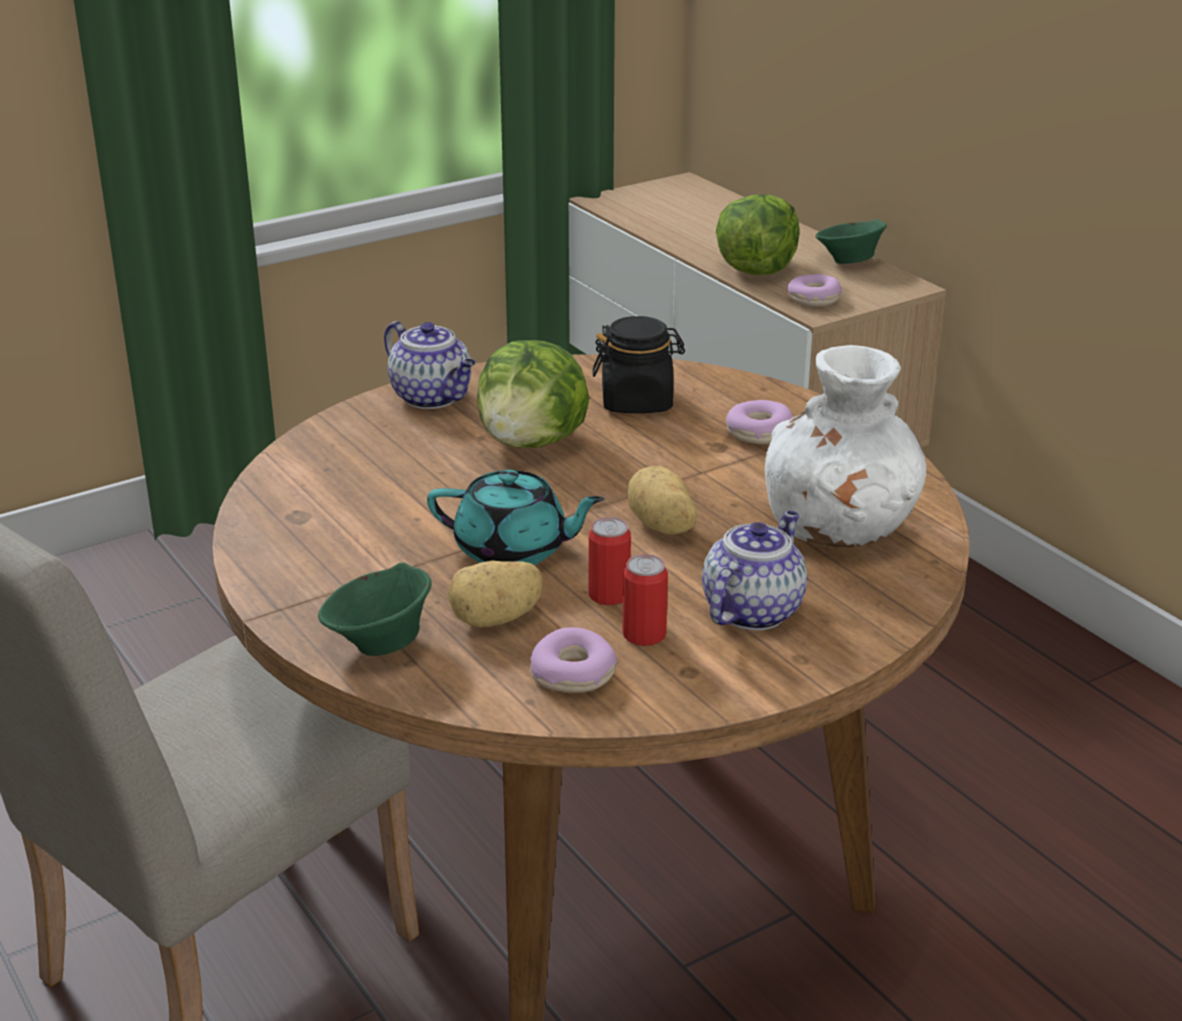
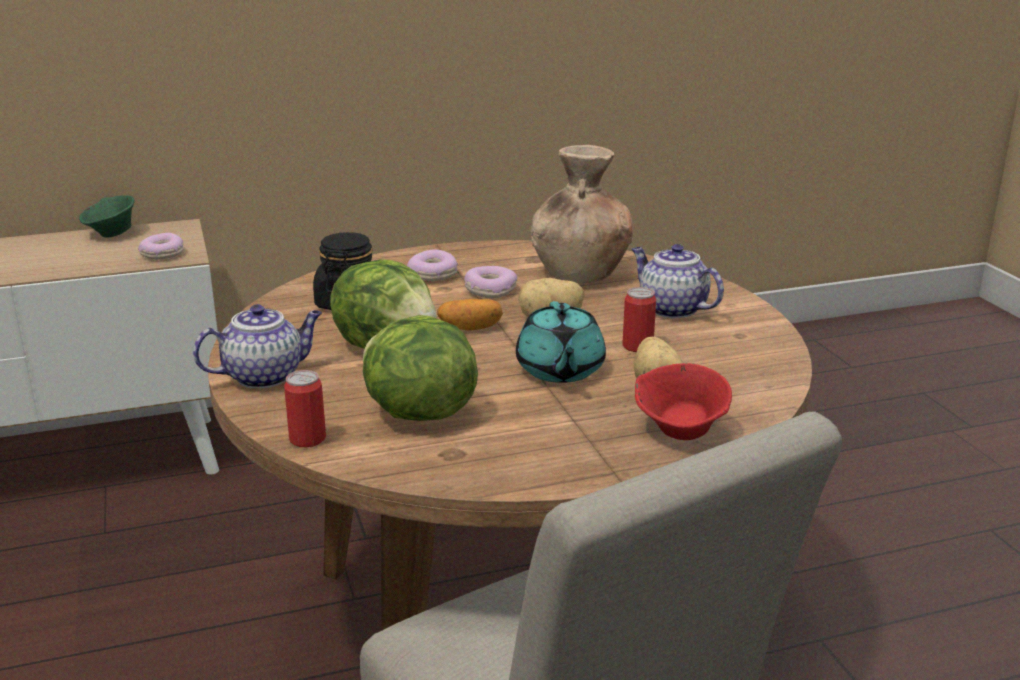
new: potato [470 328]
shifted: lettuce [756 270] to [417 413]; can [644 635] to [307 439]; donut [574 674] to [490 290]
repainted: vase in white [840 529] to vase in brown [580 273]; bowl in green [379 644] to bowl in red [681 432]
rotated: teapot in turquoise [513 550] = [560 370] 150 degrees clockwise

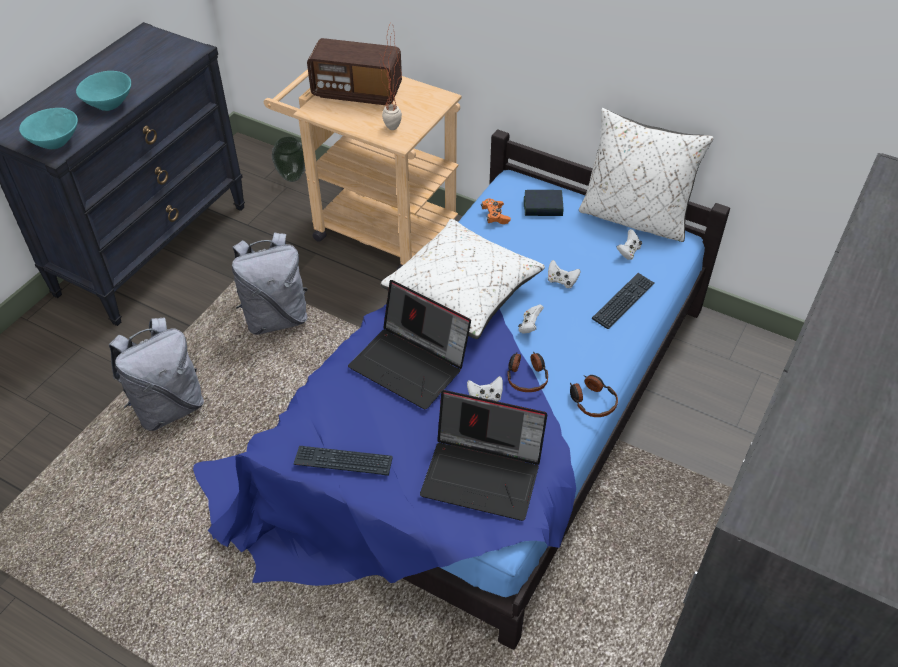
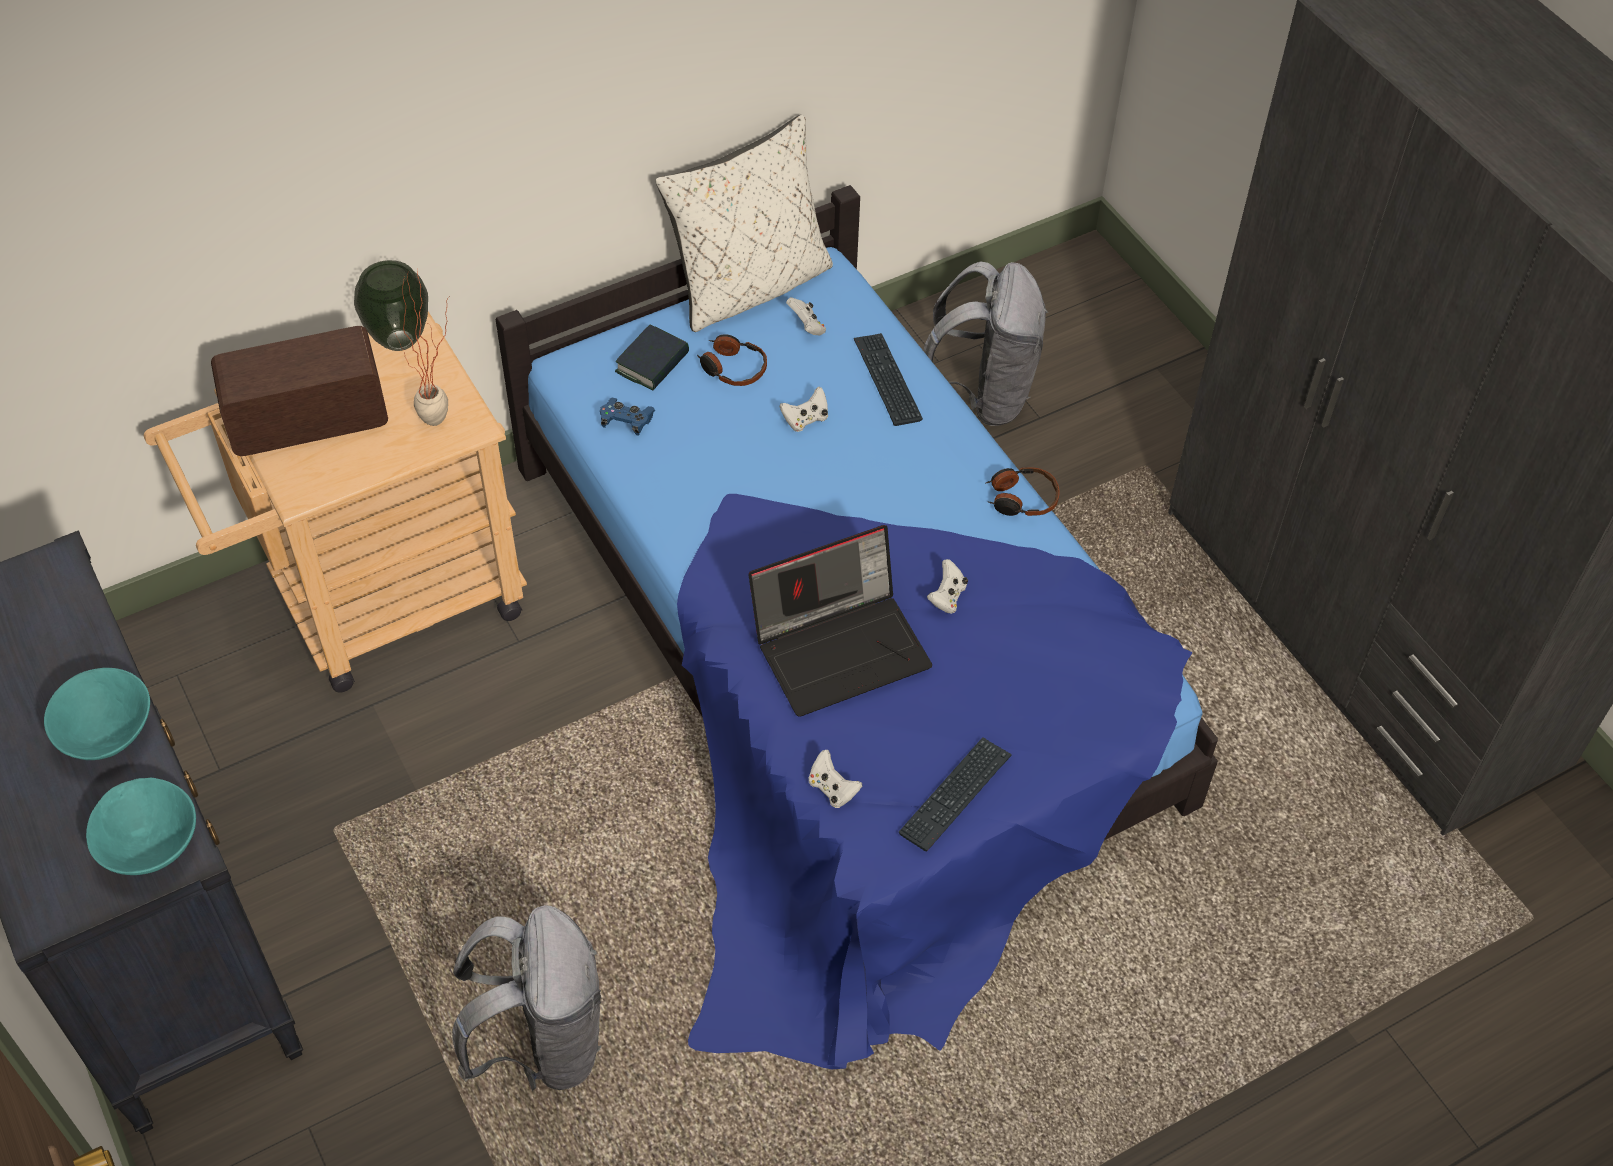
gone: pillow in white [463 293]; laptop [484 474]
shifted: vase [292 177] to [398 340]; backpack in grey [276 317] to [982 394]; game controller in white [529 326] to [832 789]; headphones [526 376] to [732 368]
repainted: game controller in orange [495 216] to game controller in blue [626 422]
rotated: radio [357 92] = [308 421] 150 degrees counterclockwise

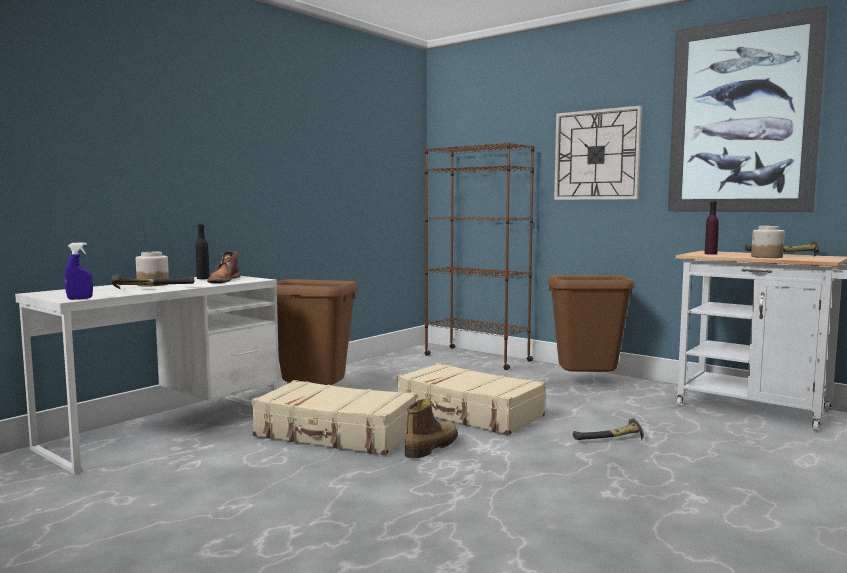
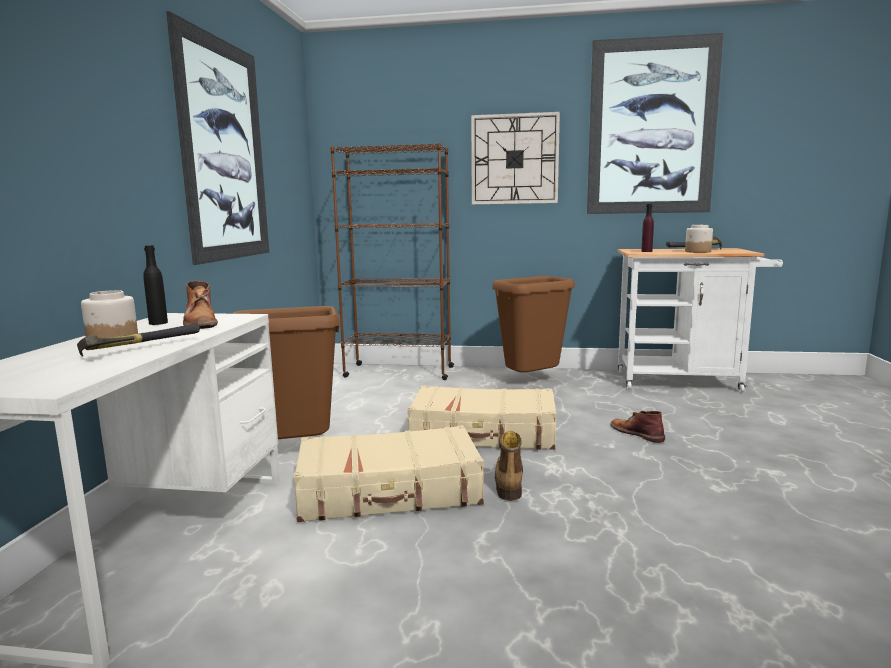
gone: spray bottle in blue [79 298]
new: picture [224 151]
swapped: hammer [612 440] to boot in brown [636 433]

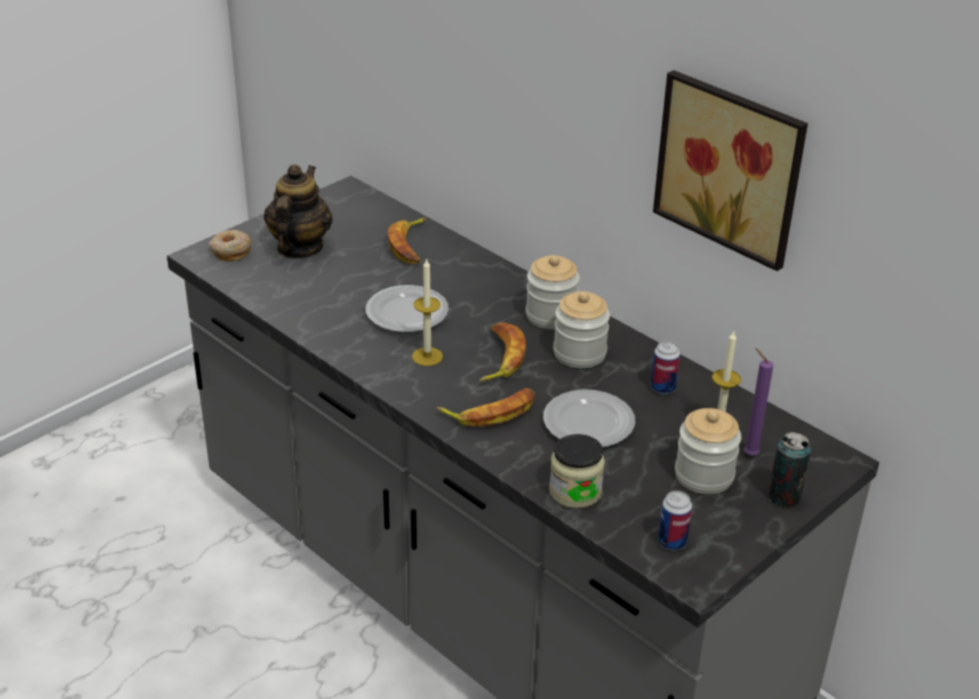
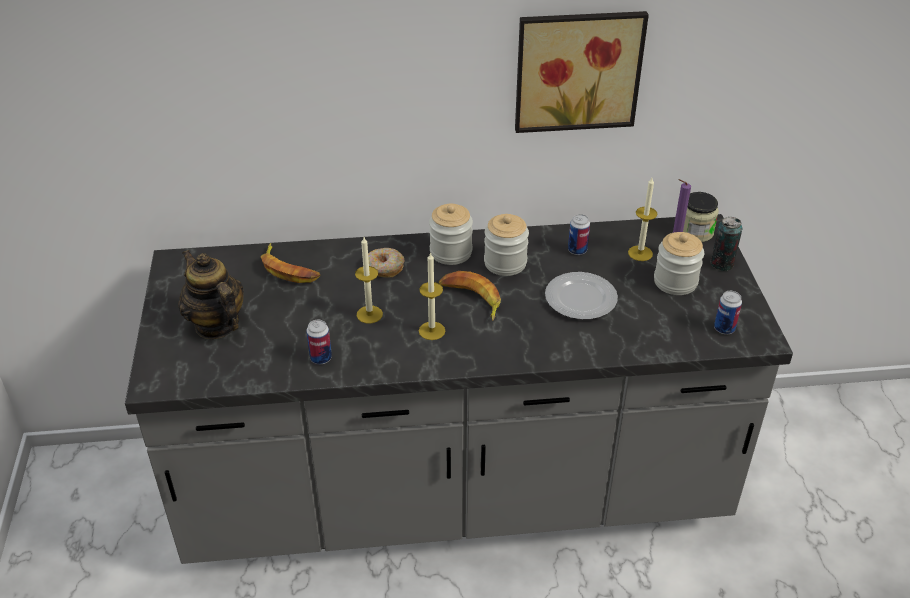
gone: banana [491 412]
new: can [321 358]
shifted: donut [230 252] to [384 268]; jar [575 491] to [695 232]
swapped: plate [406 313] to candle [369 314]

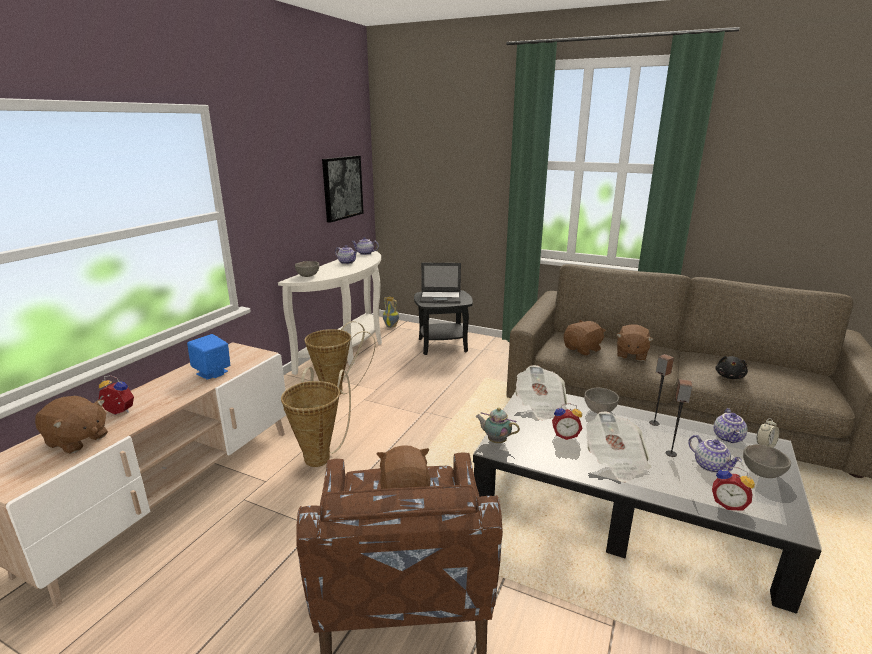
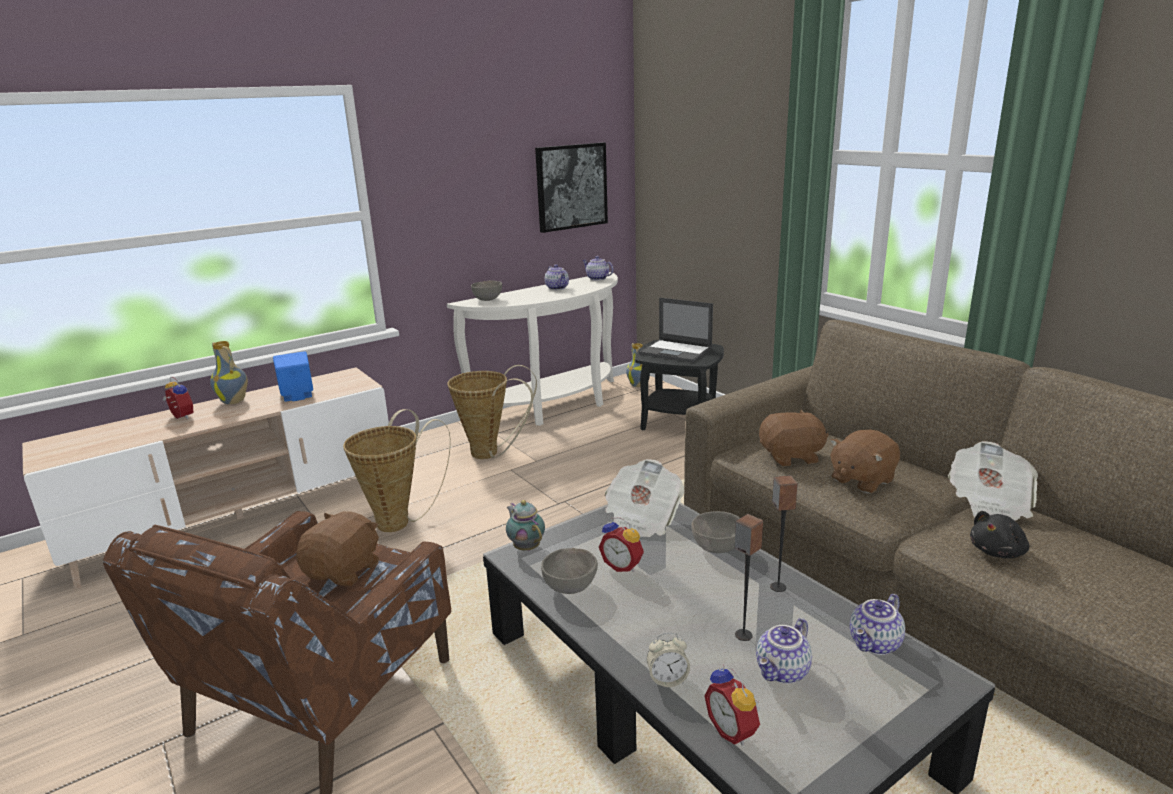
gone: plush toy in brown [77 440]
new: vase [234 401]
shifted: newspaper [615 461] to [989 503]; alarm clock [765 445] to [667 680]; bowl in grey [762 473] to [571 587]
rotated: teapot [711 466] = [783 672] 45 degrees clockwise

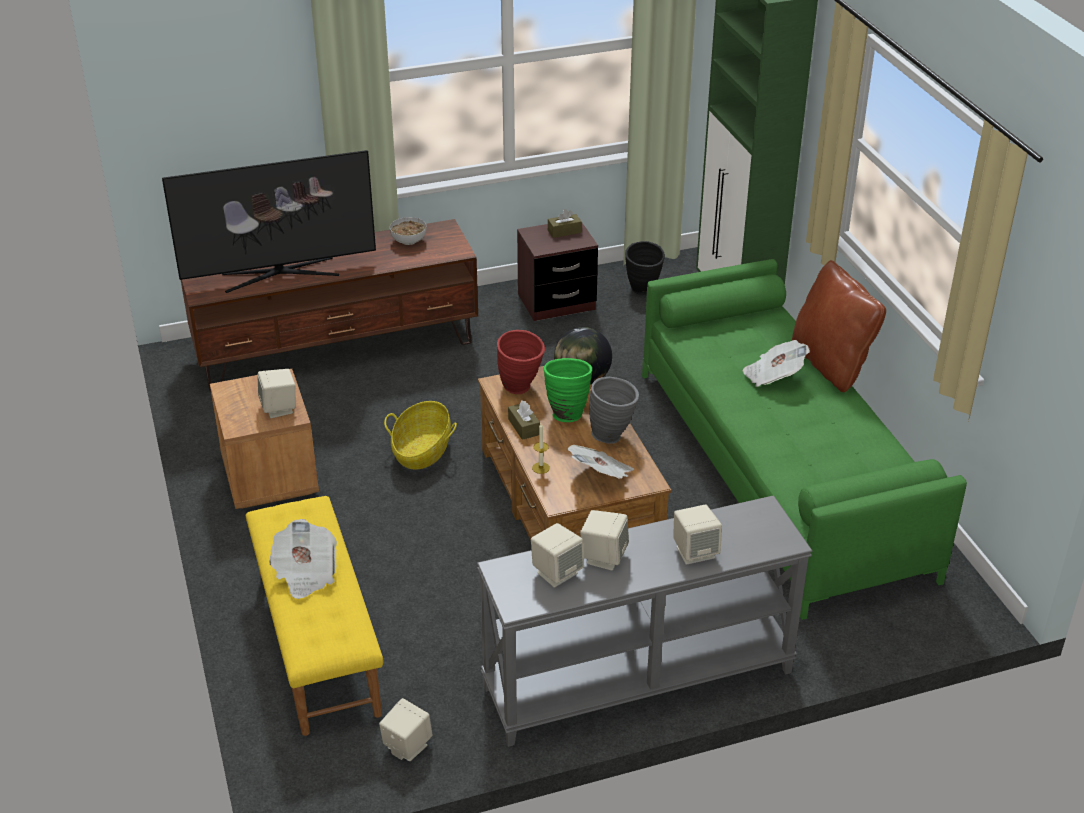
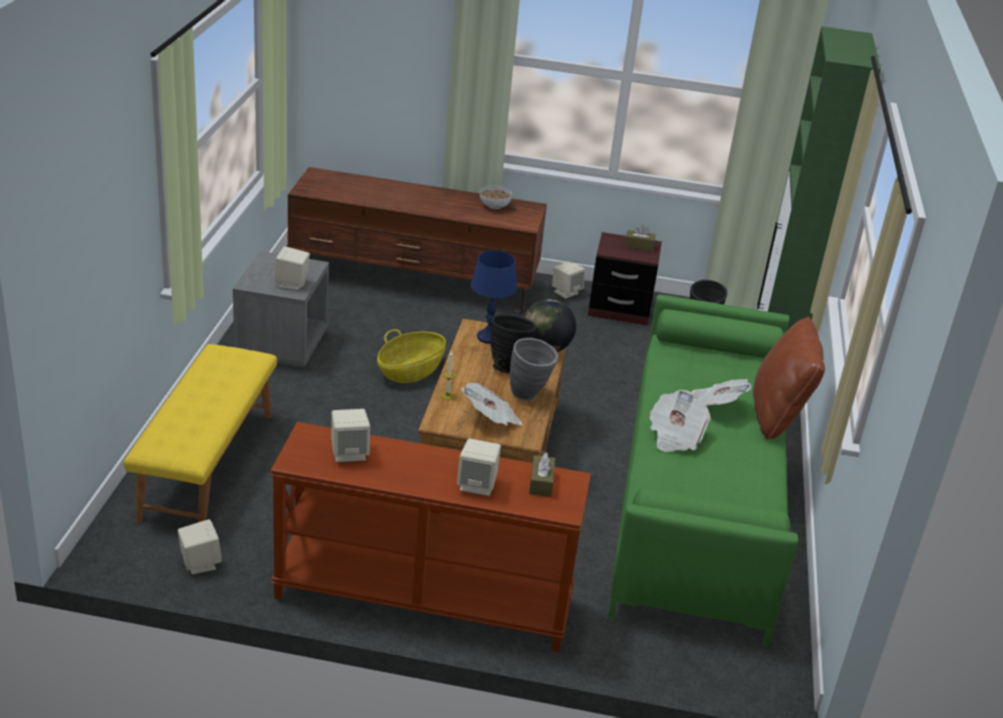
gone: television [279 274]
shifted: tissue box in brown [524 427] to [541 483]; speaker in beige [603 557] to [566 292]; newspaper [305 573] to [675 436]
swapped: vase in red [521 389] to table lamp in blue [489 337]
repainted: vase in green [566 412] to vase in black [508 366]; nightstand in brown [269 476] to nightstand in grey [282 344]; console table in grey [638 681] to console table in brown [422 600]

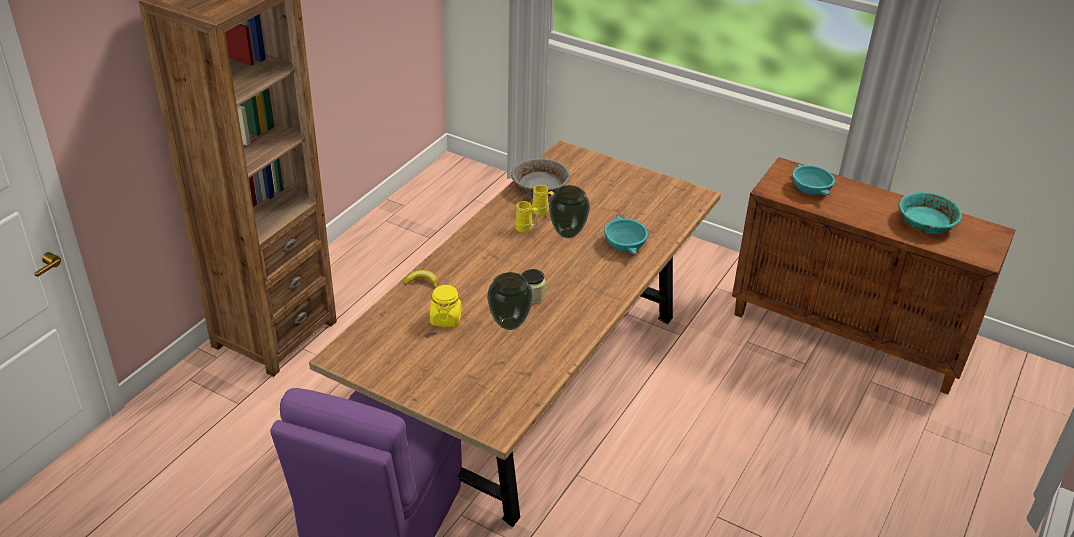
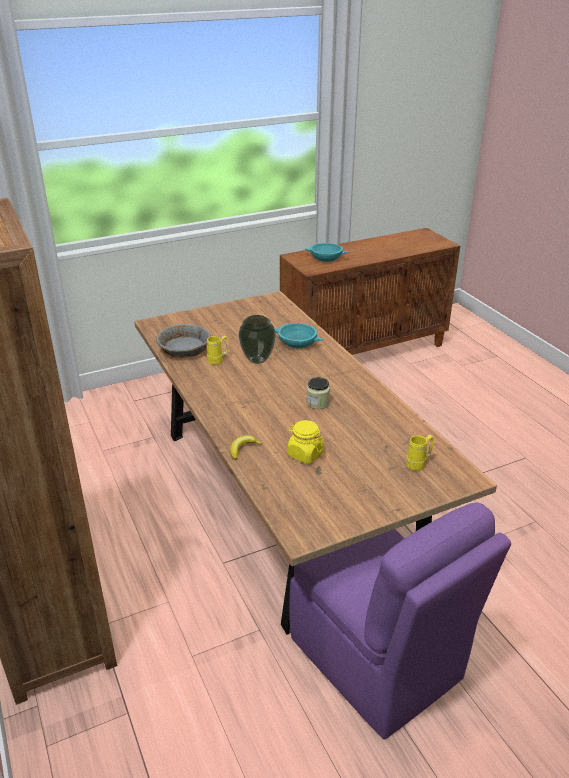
gone: bowl in turquoise [925 222]; vase [510 324]
shifted: mug in yellow [526 229] to [419 464]

